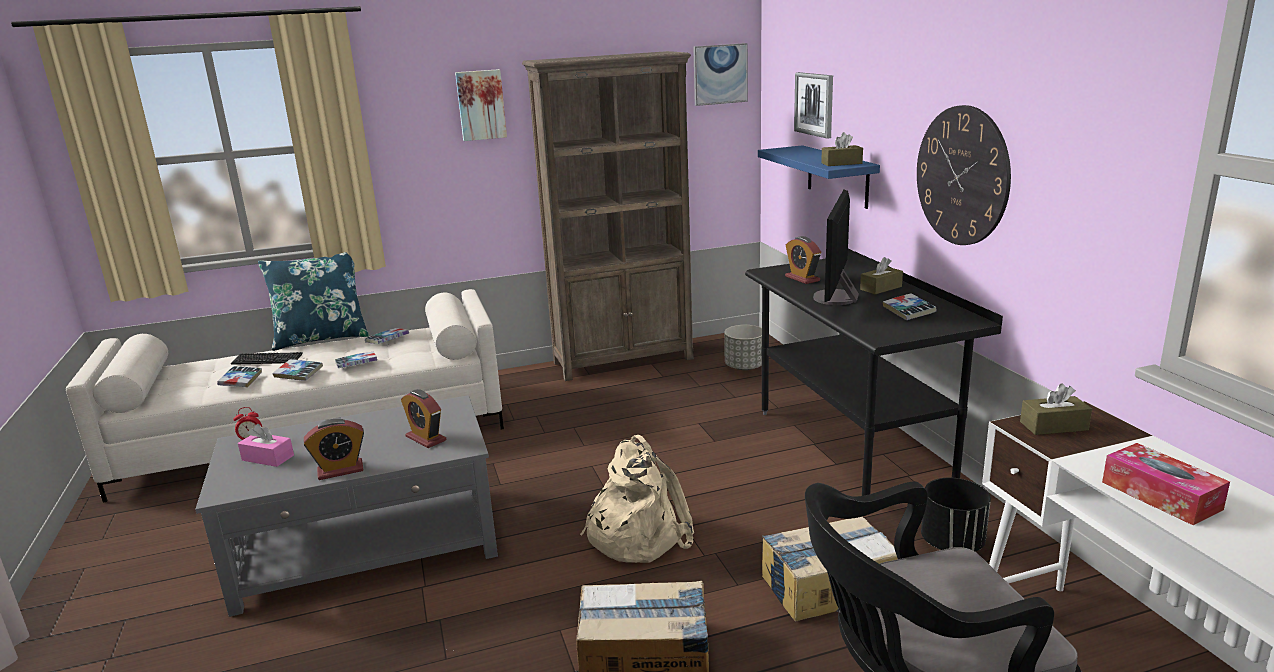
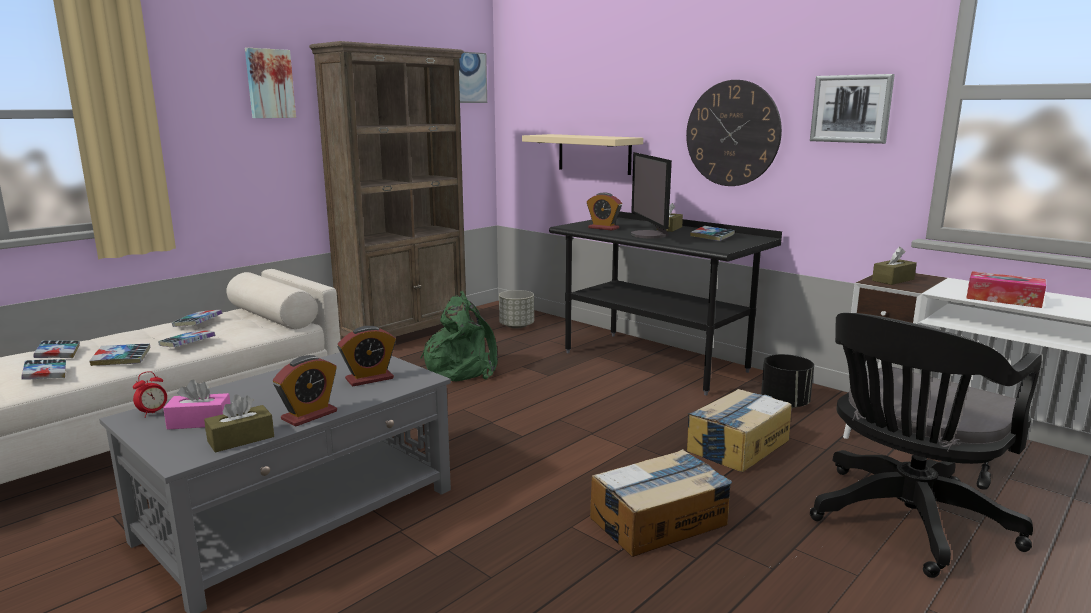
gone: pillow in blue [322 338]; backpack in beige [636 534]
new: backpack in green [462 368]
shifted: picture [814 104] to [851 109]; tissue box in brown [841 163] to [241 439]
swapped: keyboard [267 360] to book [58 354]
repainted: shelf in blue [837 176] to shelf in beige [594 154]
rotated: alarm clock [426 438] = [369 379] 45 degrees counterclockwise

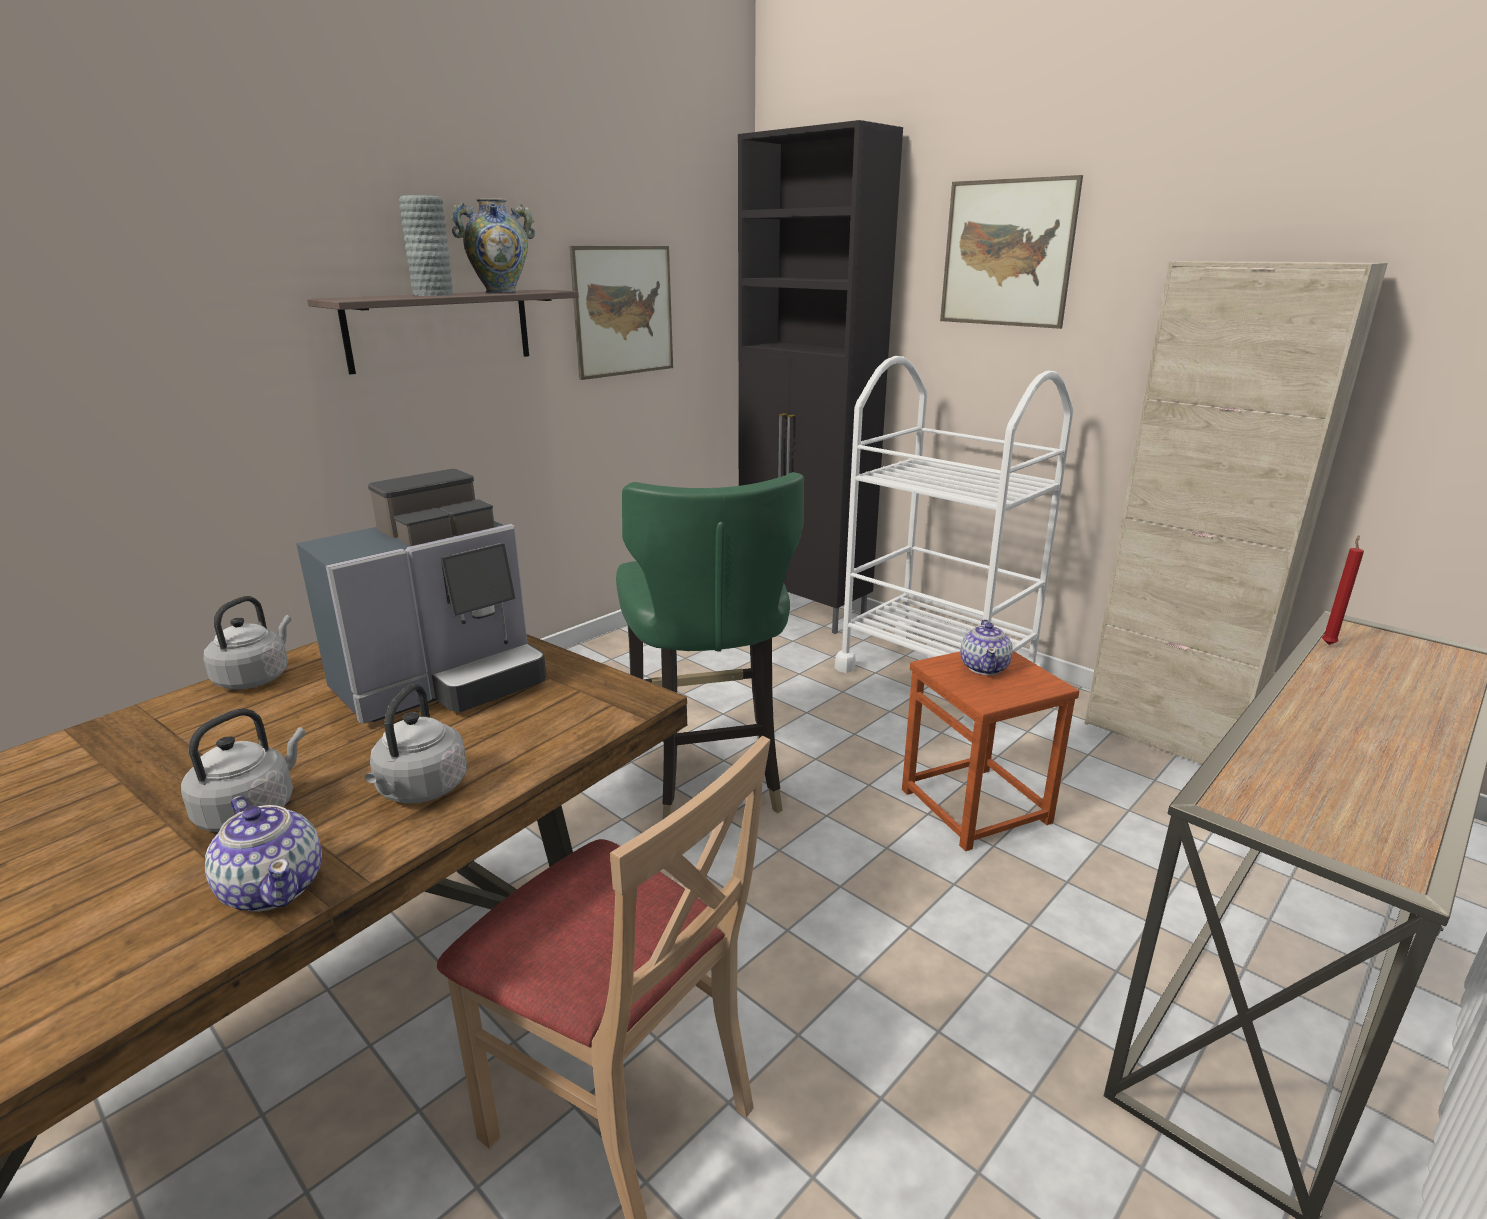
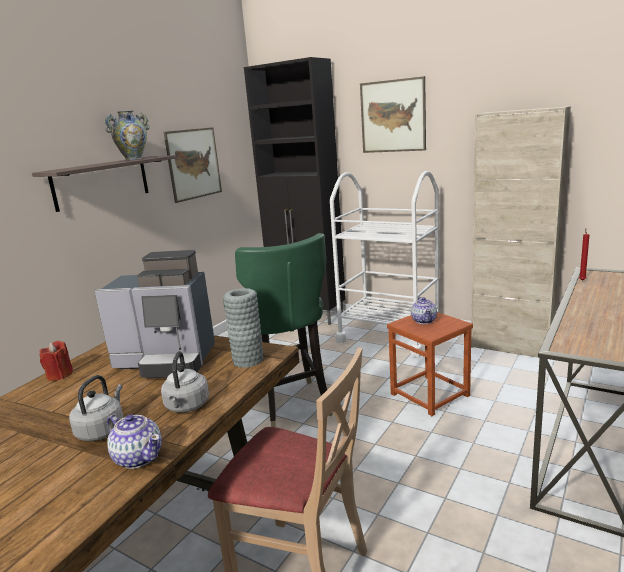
shifted: vase in grey [433 294] to [248 360]
swapped: kettle in grey [256 677] to candle in red [59 375]
rotated: coffee machine [444 683] = [168 361] 60 degrees clockwise

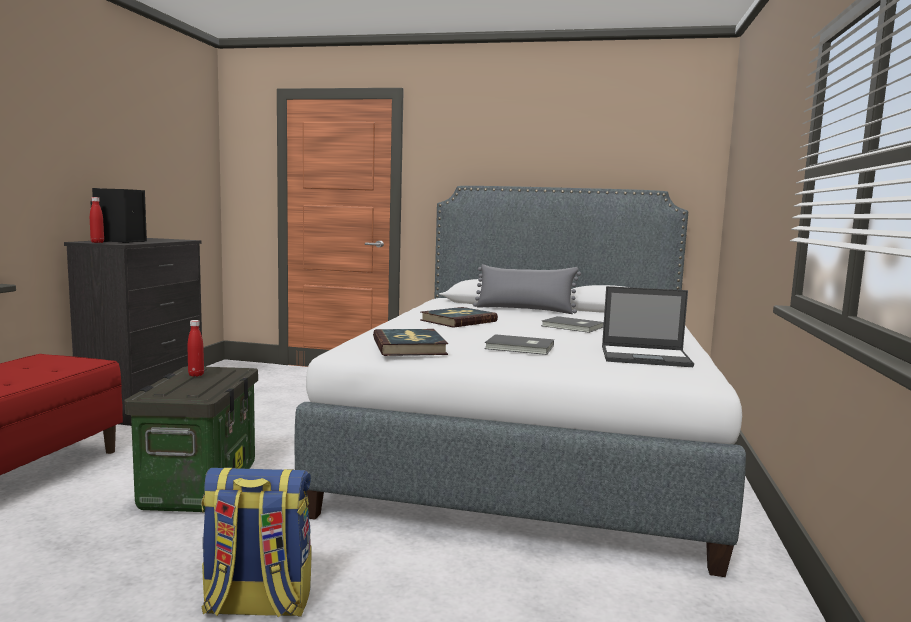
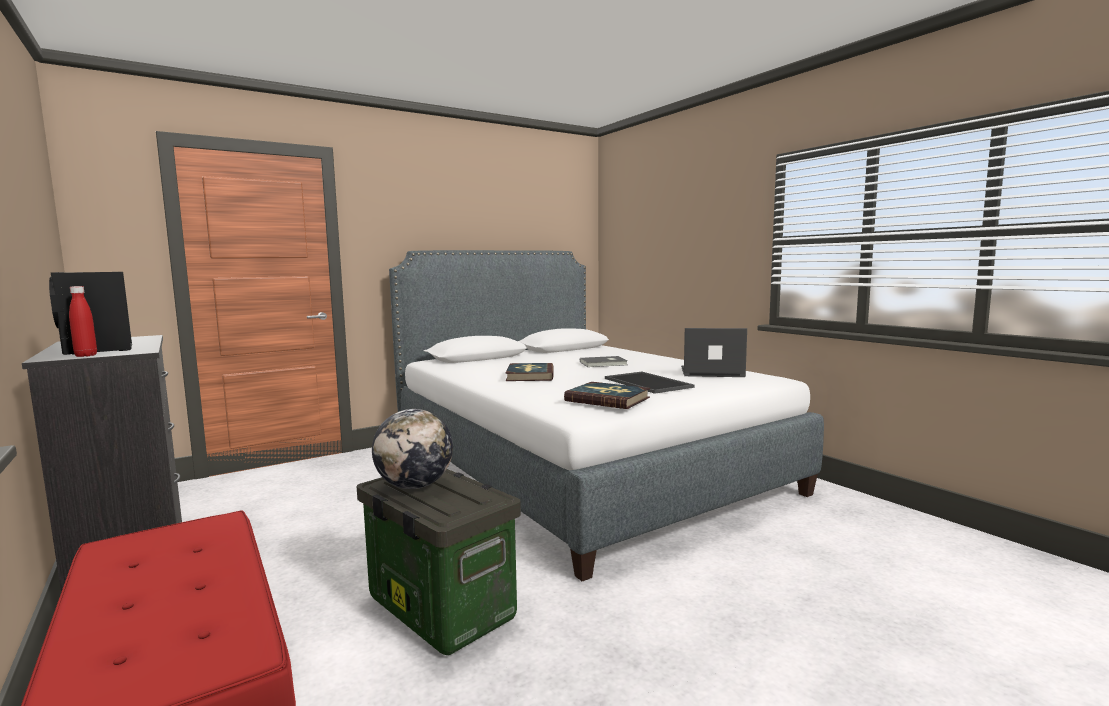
gone: pillow in grey [525 310]; backpack [257 605]
swapped: bottle in red [196 375] to globe [415 486]; book in grey [520 347] to tray [649 383]
rotated: laptop [646 357] = [711 372] 135 degrees counterclockwise

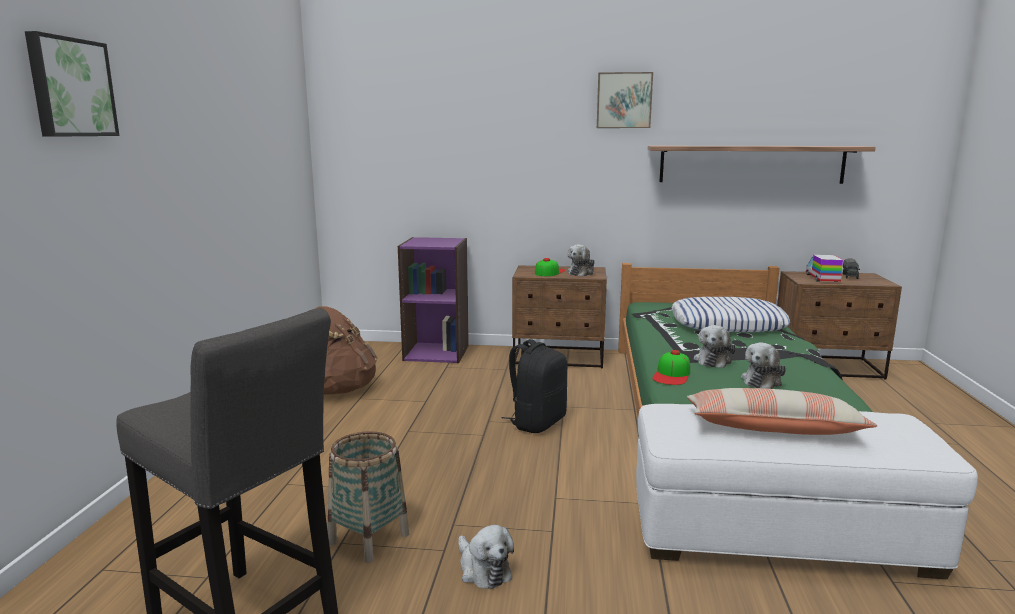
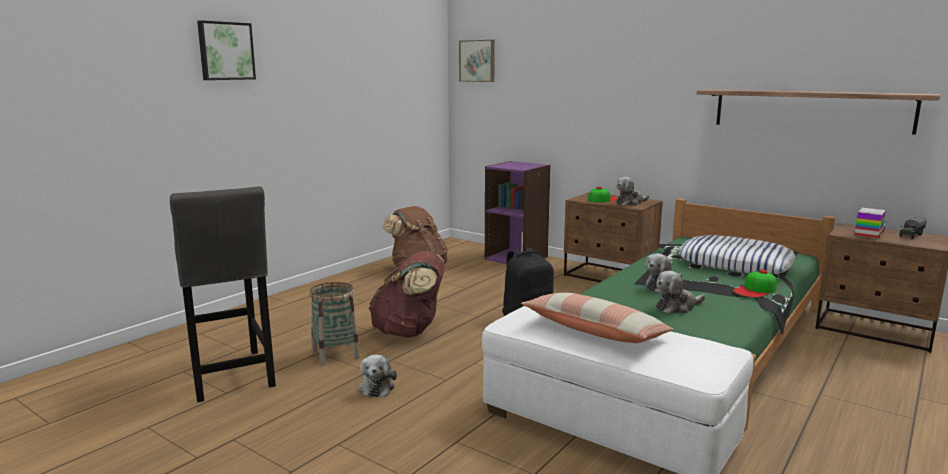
new: backpack in brown [409 332]
shifted: picture [624 100] to [478 61]; cap [672 375] to [755 290]

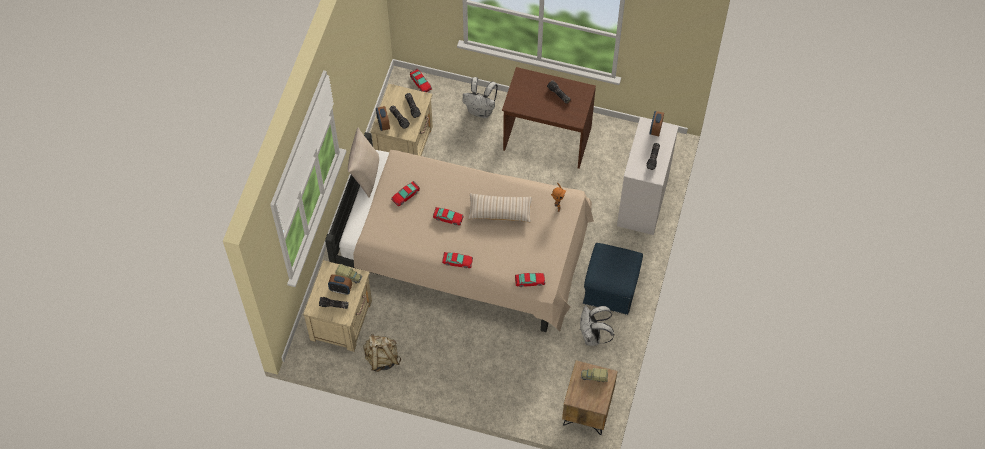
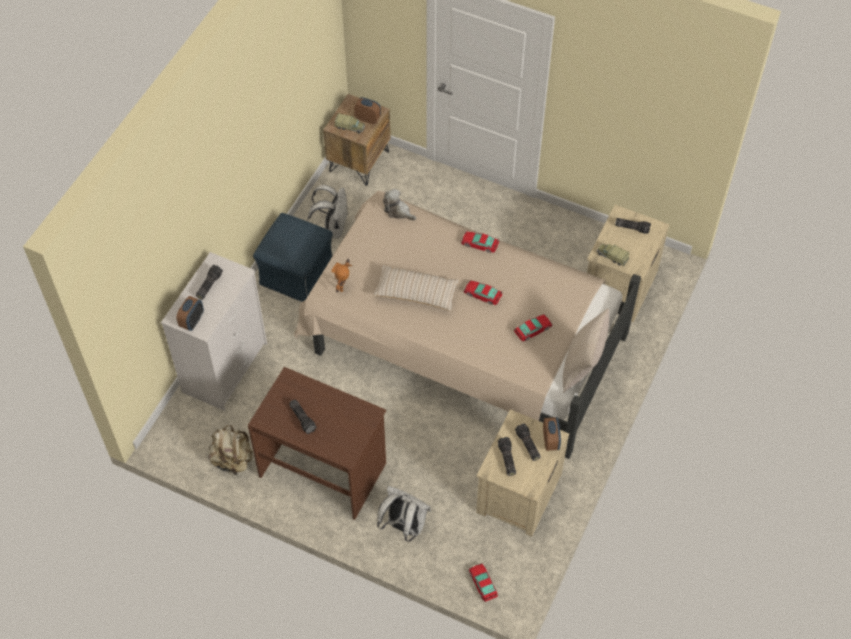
shifted: alarm clock [341 289] to [368 119]; backpack in beige [382 358] to [233 460]
swapped: toy car [530 281] to plush toy [398 211]

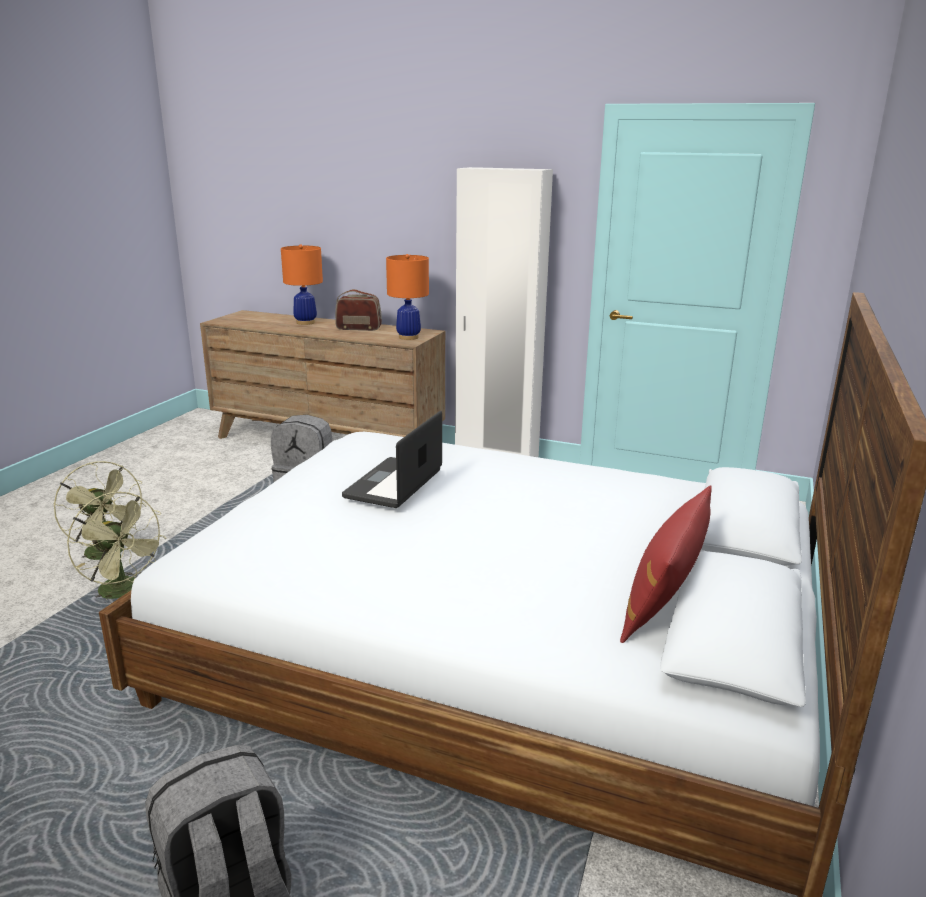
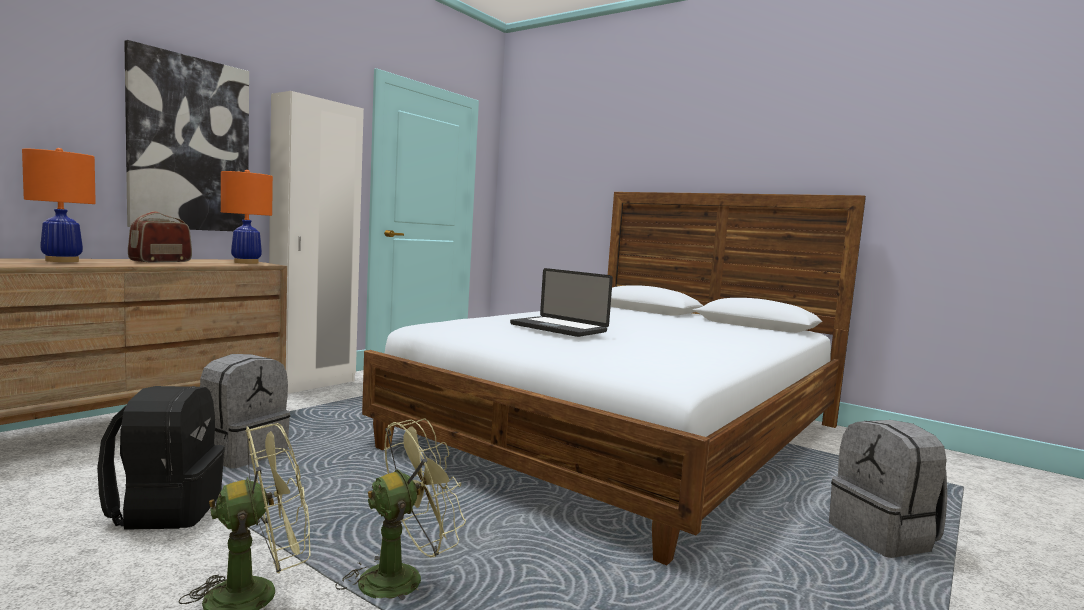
gone: pillow in red [665 597]
new: picture [189 144]; backpack in black [166 510]

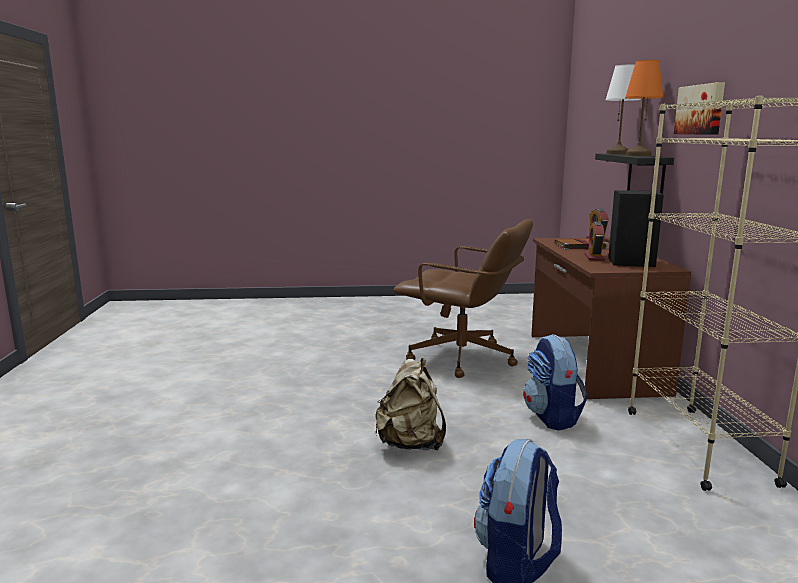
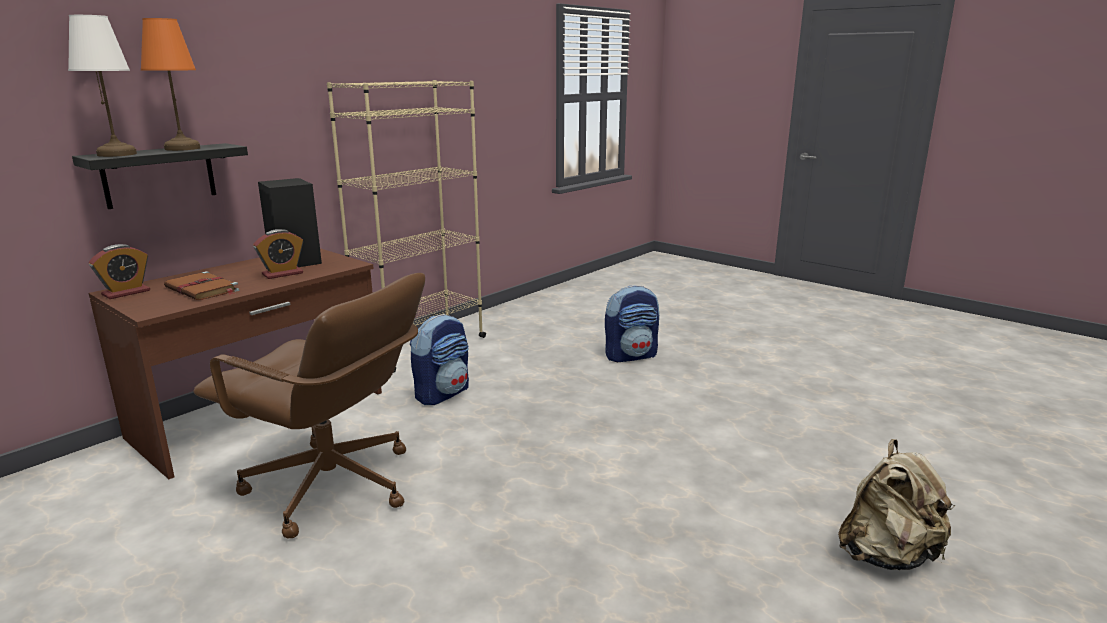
gone: picture [701 109]
shifted: backpack in beige [411 444] to [887 555]
rotated: office chair in brown [462 359] = [331 487] 135 degrees clockwise

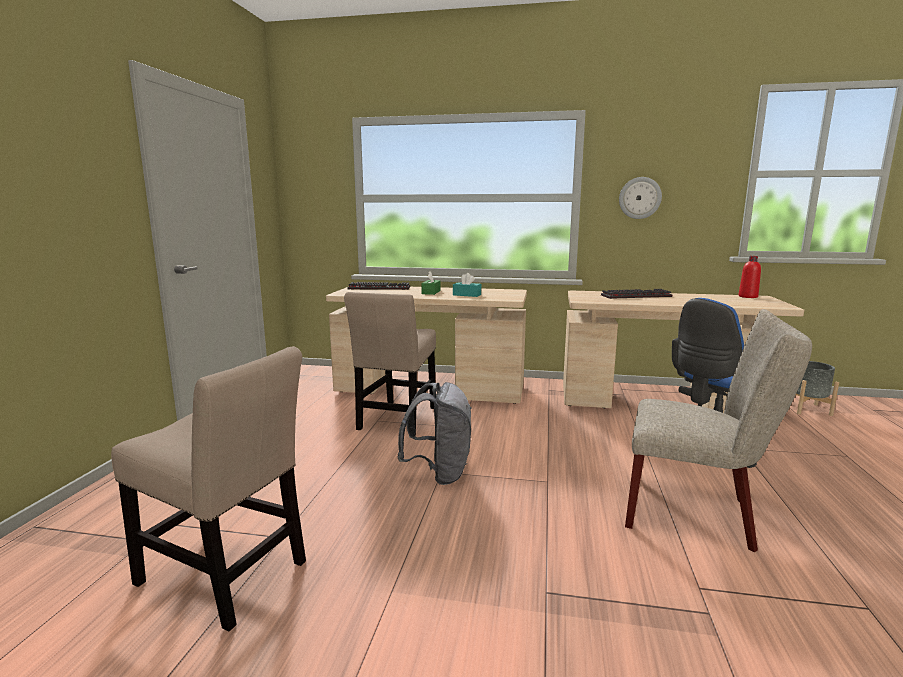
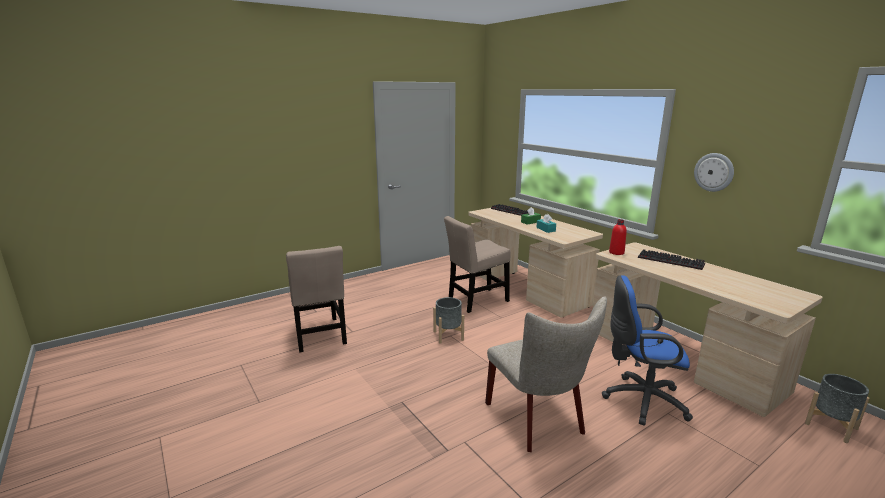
shifted: bottle in red [748 296] to [616 252]
swapped: backpack in grey [439 473] to planter in grey [448 335]

